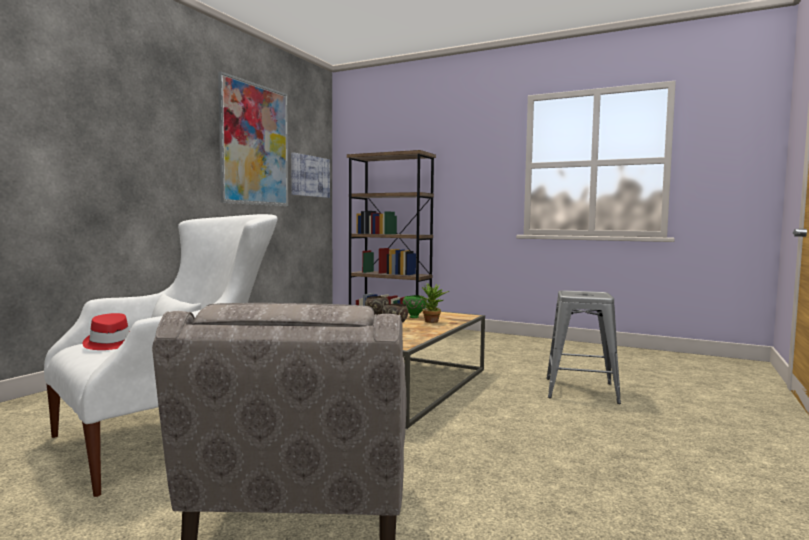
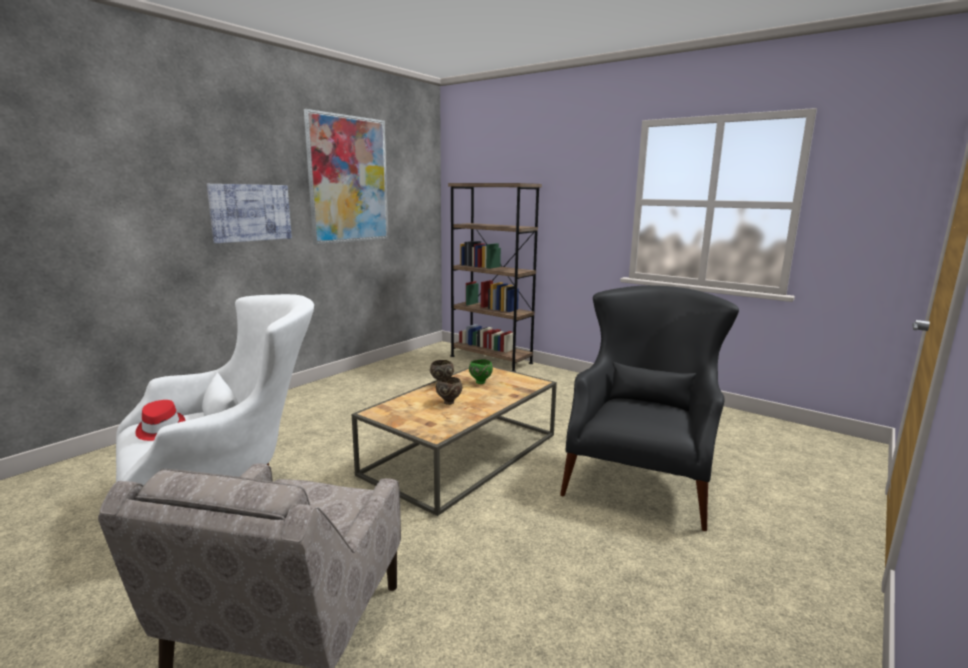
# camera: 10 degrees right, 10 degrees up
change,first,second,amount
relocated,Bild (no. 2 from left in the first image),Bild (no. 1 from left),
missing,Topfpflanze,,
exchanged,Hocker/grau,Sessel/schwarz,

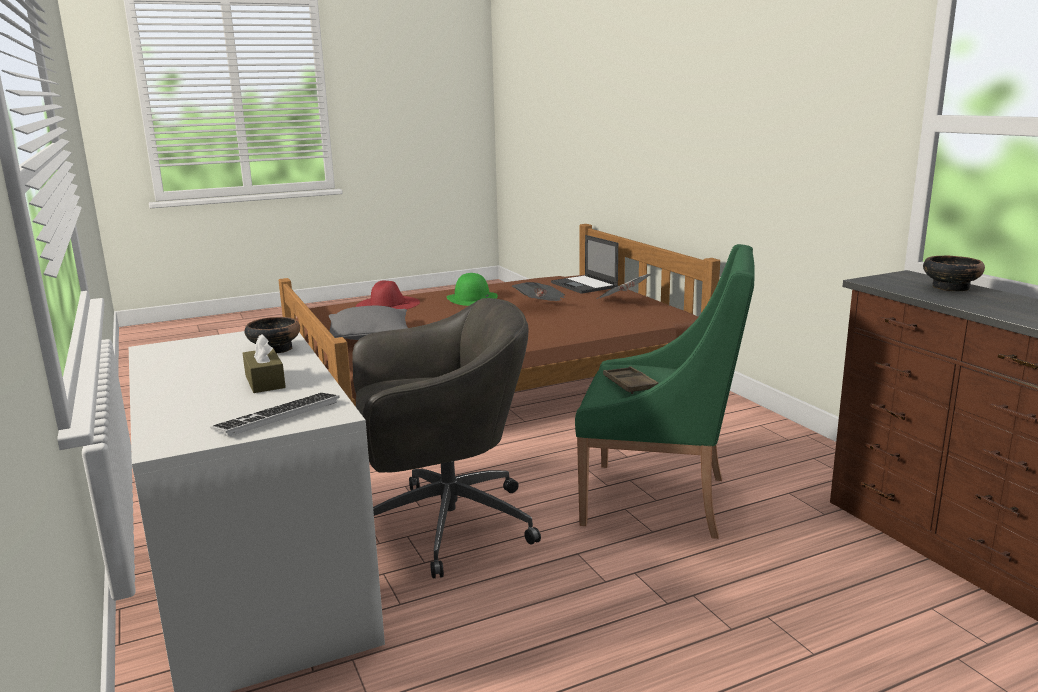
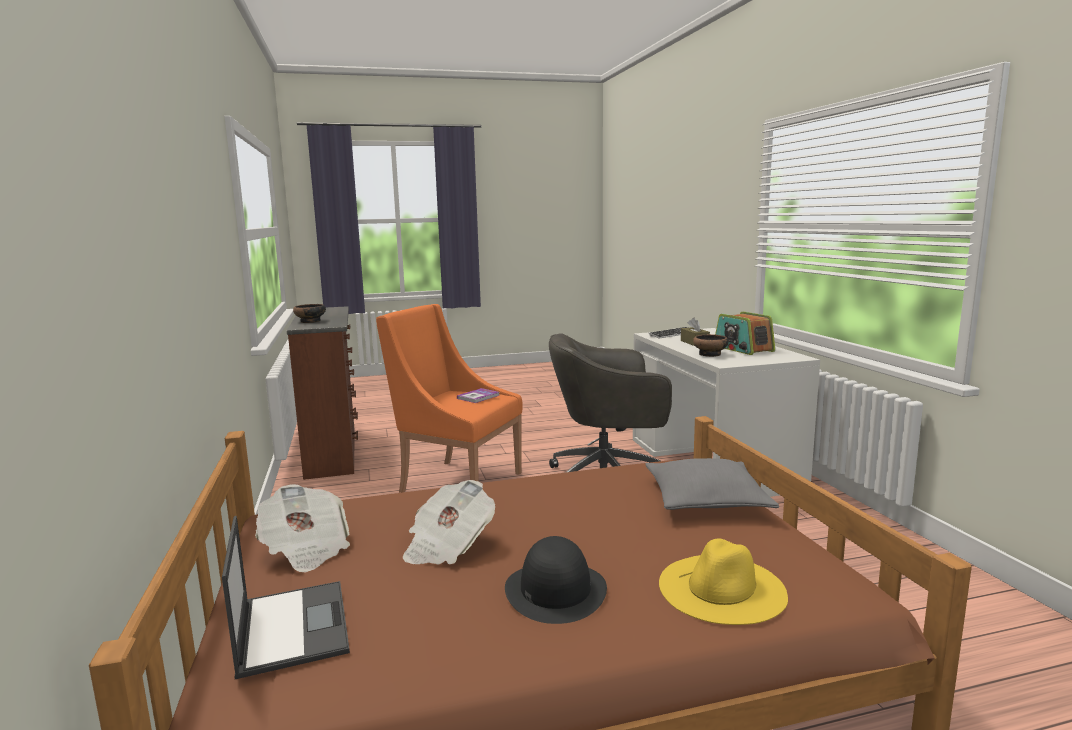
# camera: 170 degrees left, 5 degrees down
change,first,second,amount
colour,Sessel/grün,Sessel/orange,
colour,Hut/grün,Hut/schwarz,
colour,Hut/rot,Hut/gelb,
exchanged,Tablett/braun,Buch,
appeared,,Radio,

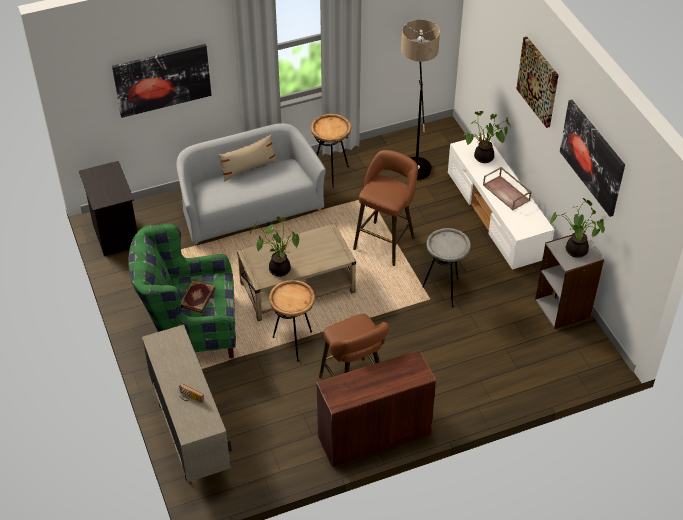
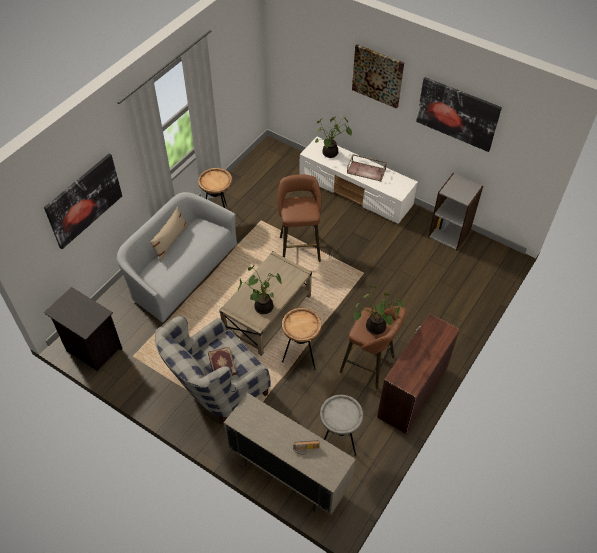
# camera: 35 degrees left, 5 degrees up
change,first,second,amount
missing,Stehlampe,,
relocated,Topfpflanze (no. 3 from left),,
colour,Sessel/grün,Sessel/grau,
relocated,Beistelltisch/grau,,

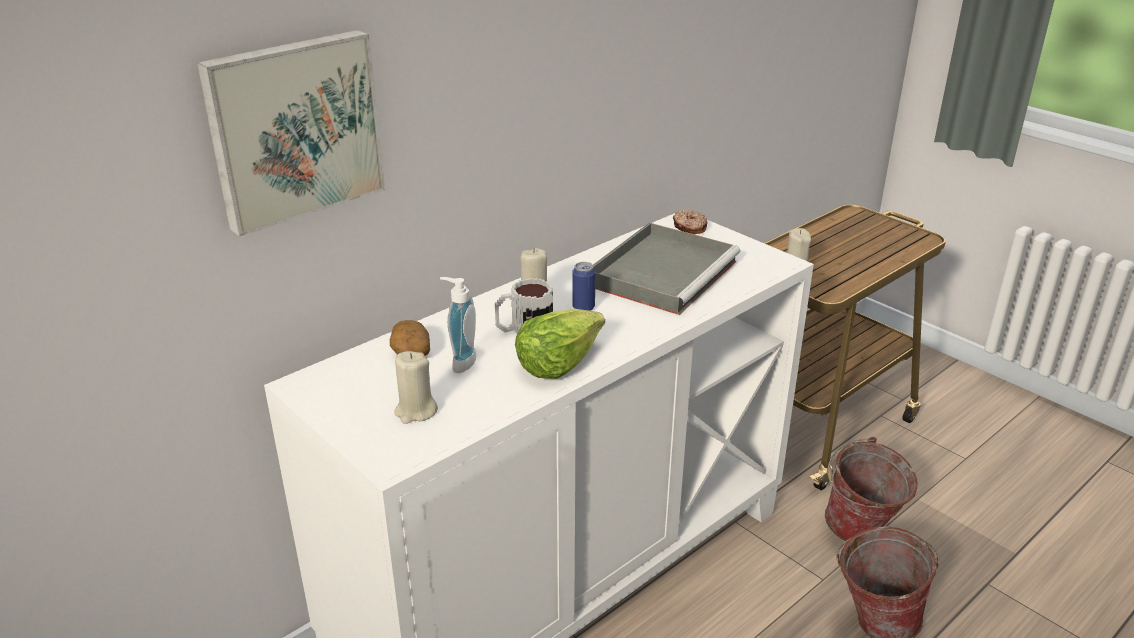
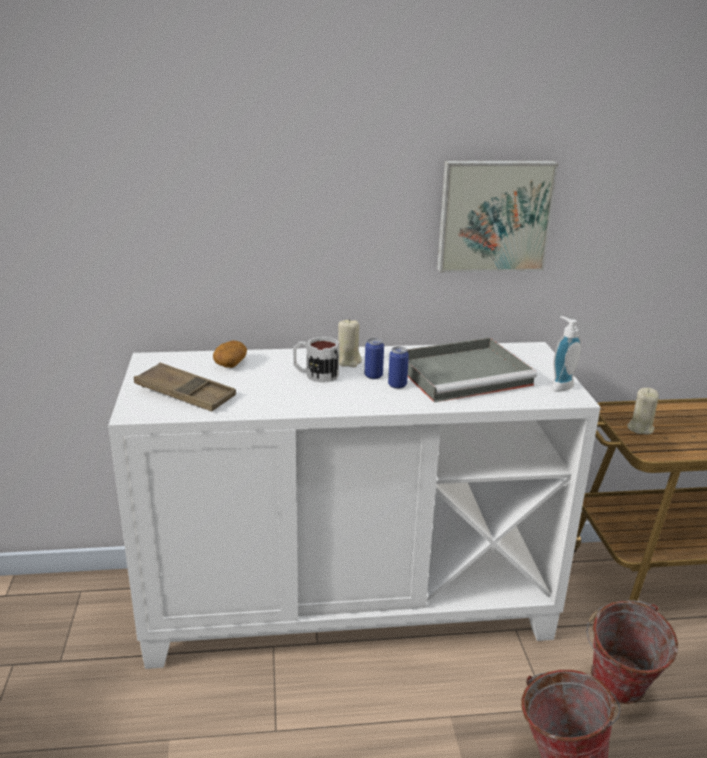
# camera: 35 degrees right, 5 degrees down
change,first,second,amount
relocated,Bild,,
missing,Donut,,
relocated,Seifenspender,,
missing,Salatkopf,,
exchanged,Kerze/beige (no. 1 from left),Tablett/braun,
appeared,,Dose (no. 2 from left),

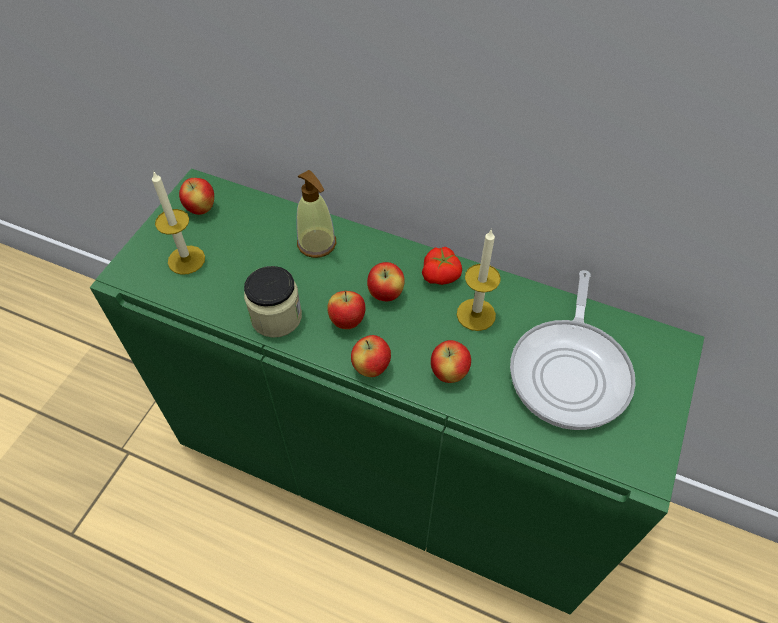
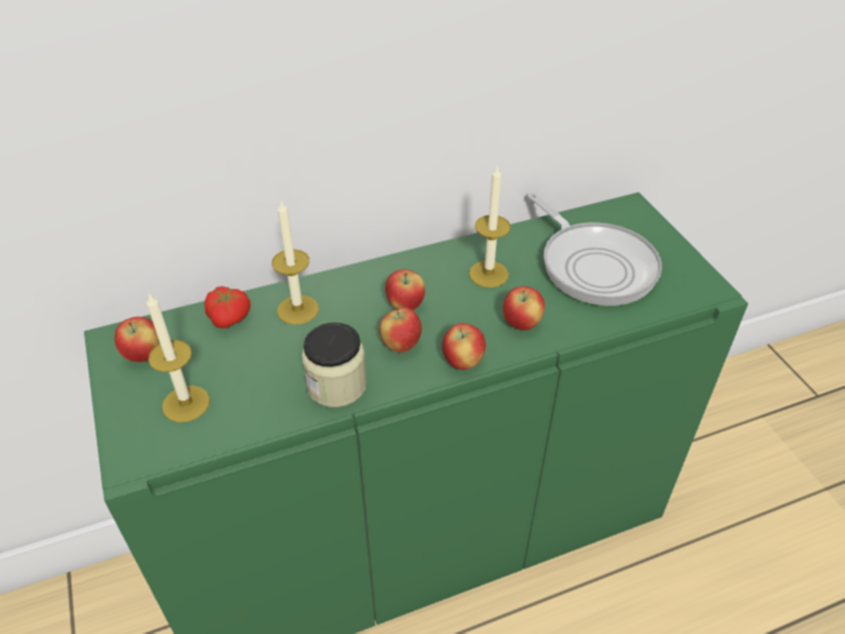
# camera: 45 degrees left, 10 degrees down
change,first,second,amount
exchanged,Seifenspender,Kerze (no. 2 from left),
relocated,Tomate,,

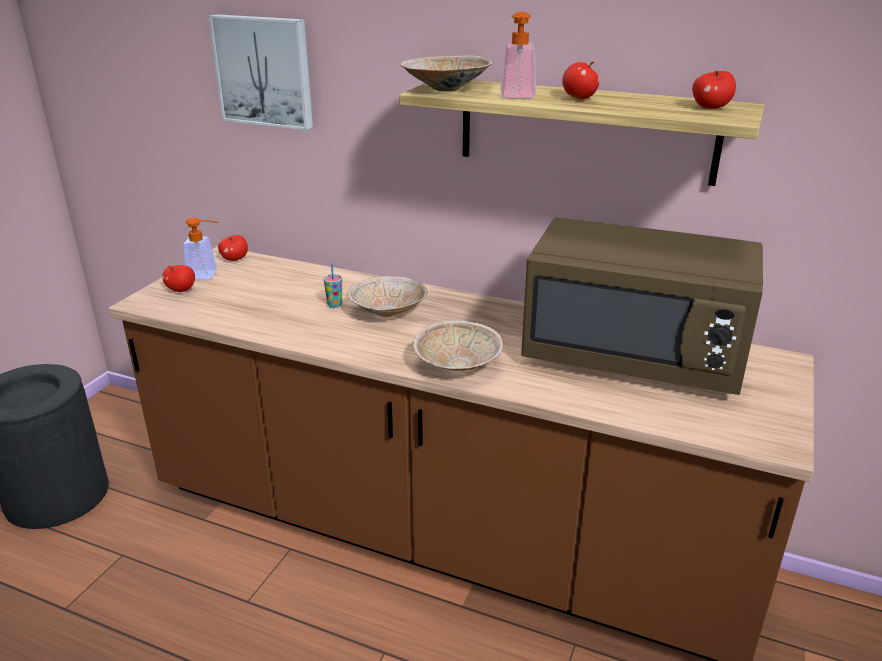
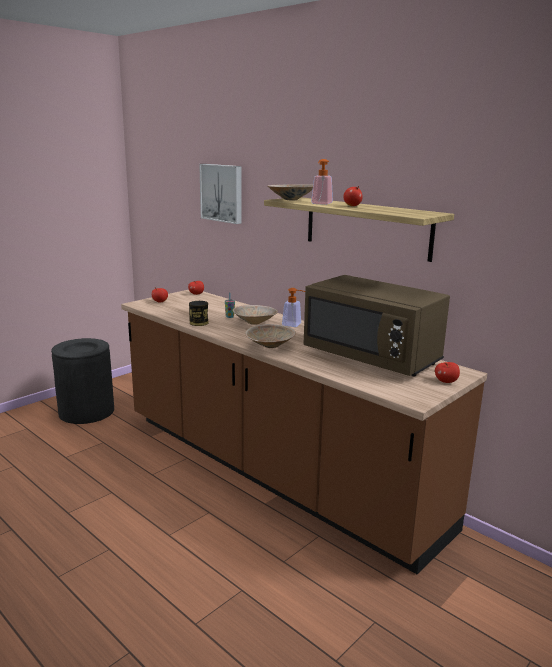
# camera: 20 degrees right, 10 degrees down
change,first,second,amount
relocated,Apfel (no. 4 from left),,
relocated,Seifenspender (no. 1 from left),,
appeared,,Dose,

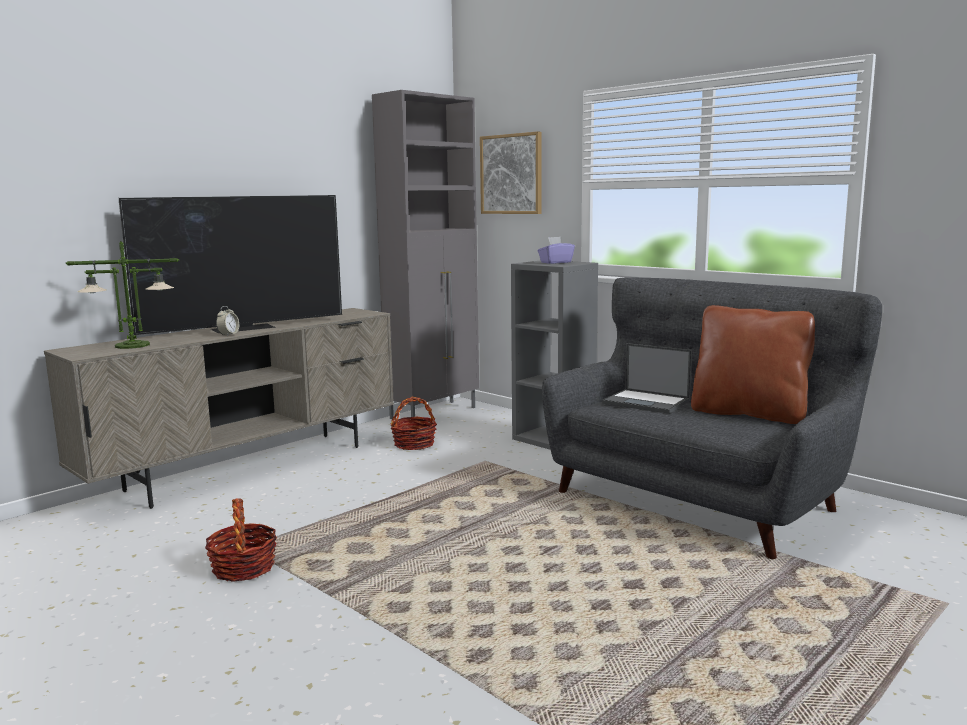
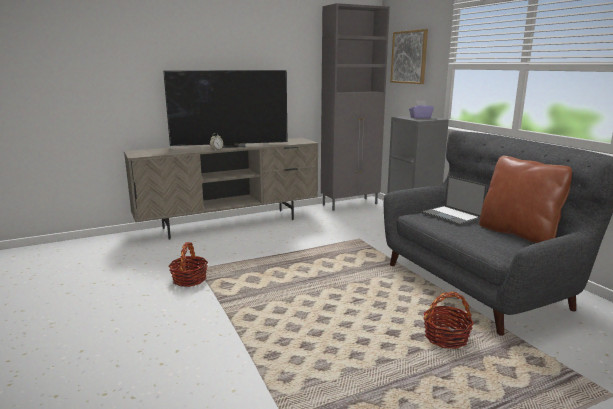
# camera: 20 degrees right, 5 degrees up
change,first,second,amount
missing,Tischlampe,,
relocated,Korb (no. 2 from left),,

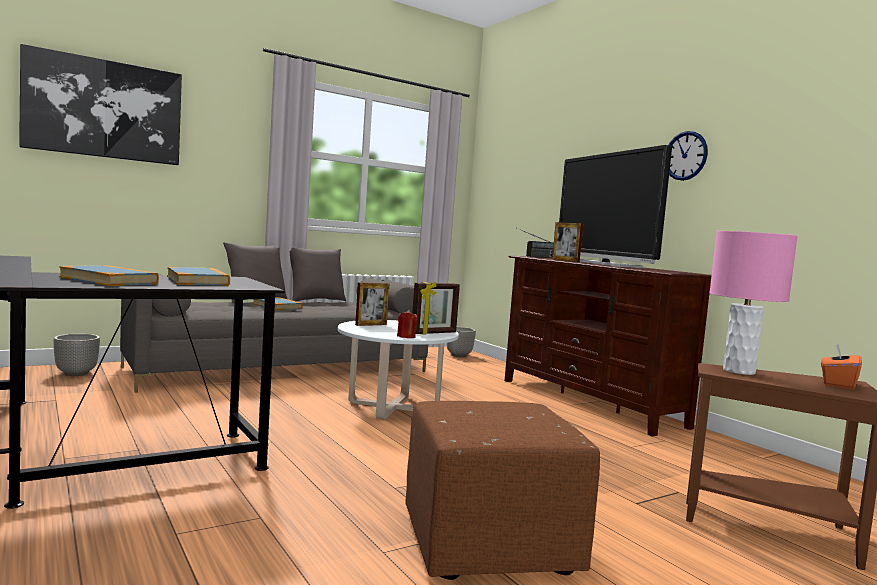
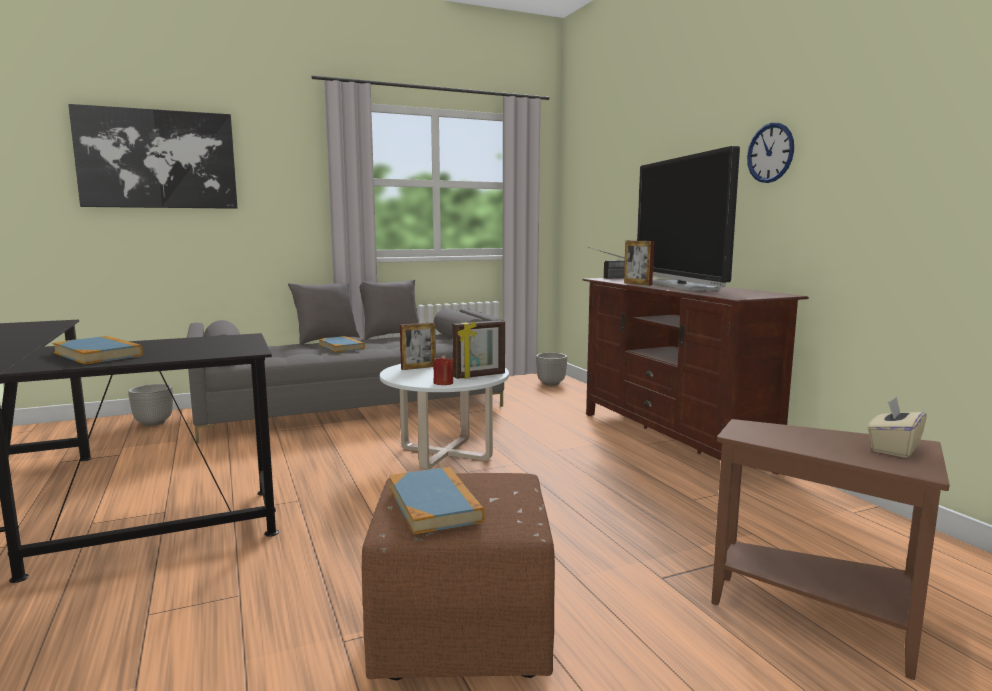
# camera: 10 degrees right, 5 degrees up
change,first,second,amount
missing,Tischlampe/rosa,,
relocated,Buch (no. 2 from left in the first image),Buch (no. 3 from left),
colour,Taschentuchbox/orange,Taschentuchbox/beige,

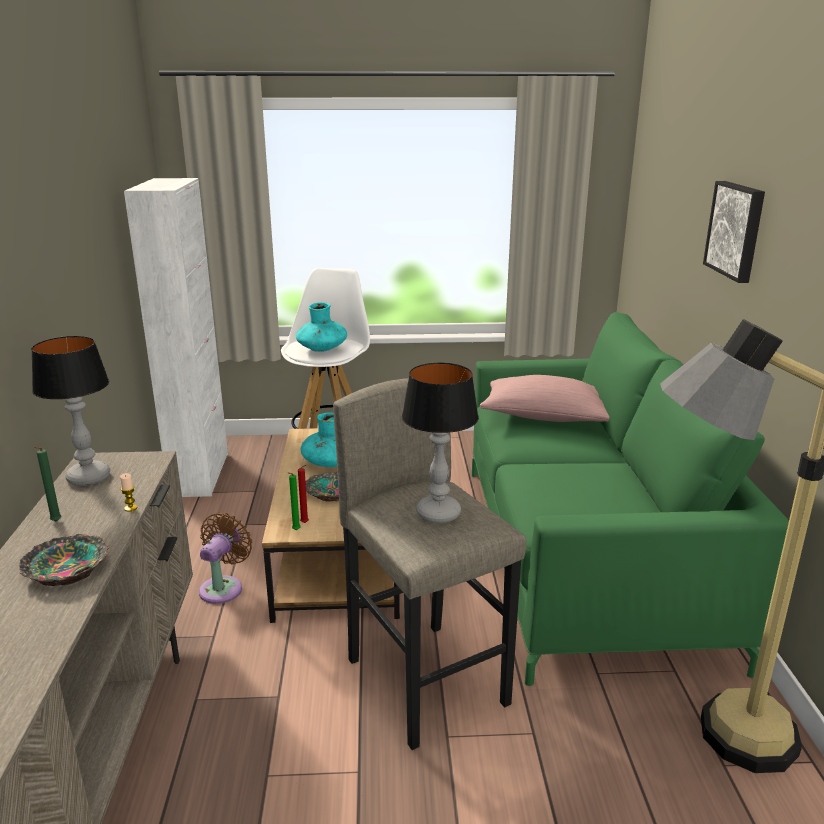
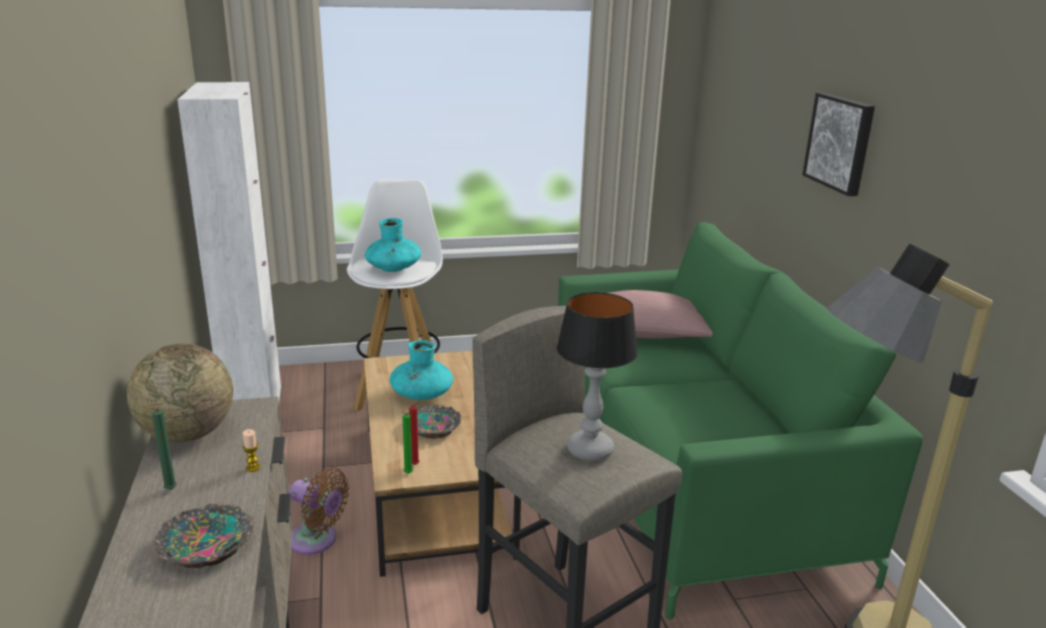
# camera: 10 degrees left, 0 degrees up
change,first,second,amount
exchanged,Tischlampe (no. 1 from left),Globus,
spun,Ventilator/braun,,105 degrees clockwise

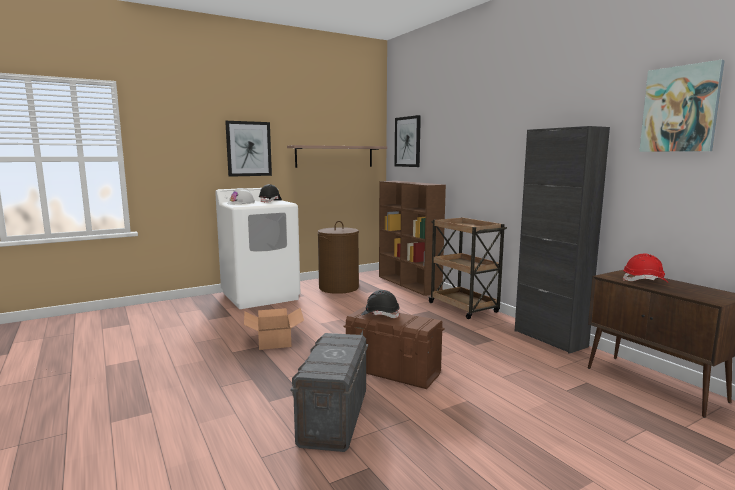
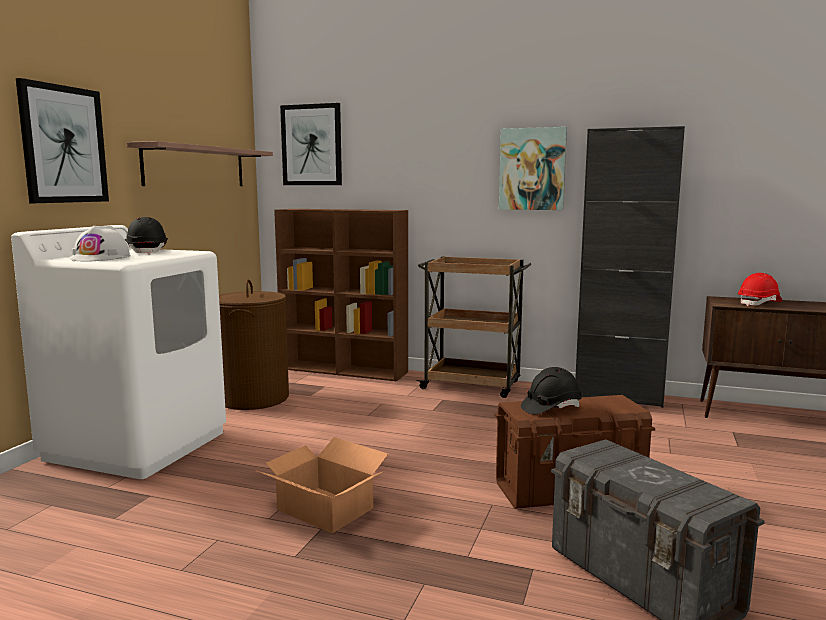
# camera: 40 degrees left, 0 degrees up
change,first,second,amount
relocated,Bild (no. 3 from left),,

